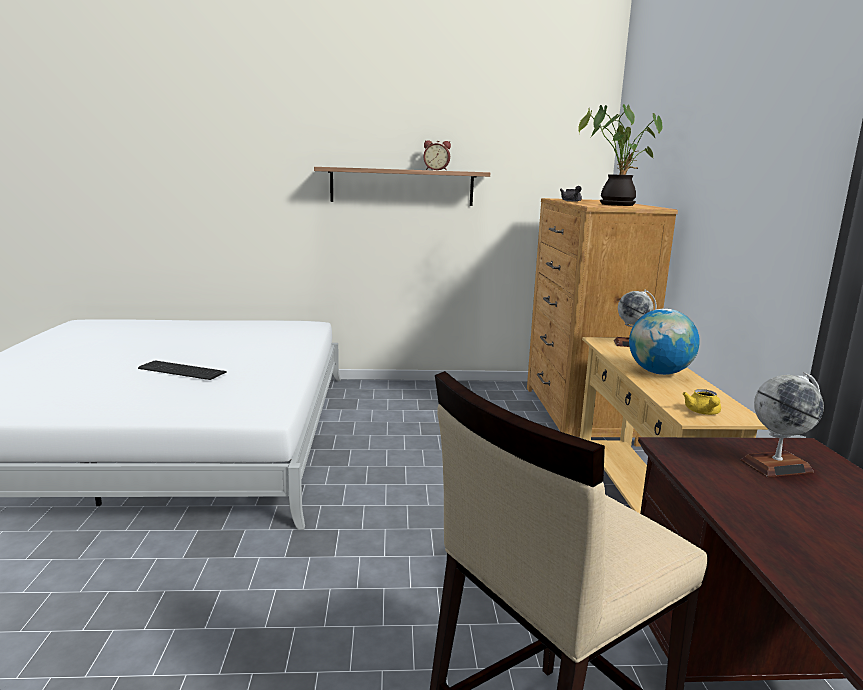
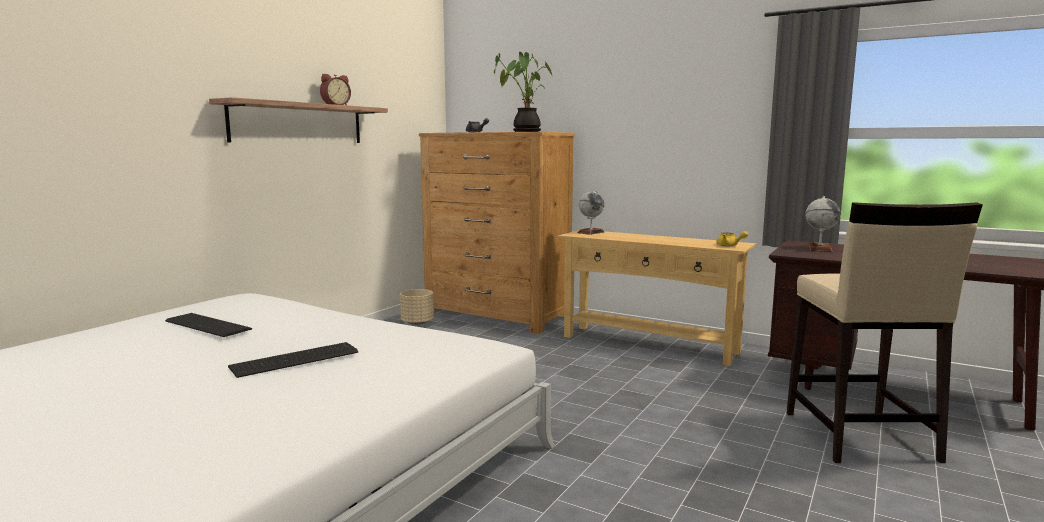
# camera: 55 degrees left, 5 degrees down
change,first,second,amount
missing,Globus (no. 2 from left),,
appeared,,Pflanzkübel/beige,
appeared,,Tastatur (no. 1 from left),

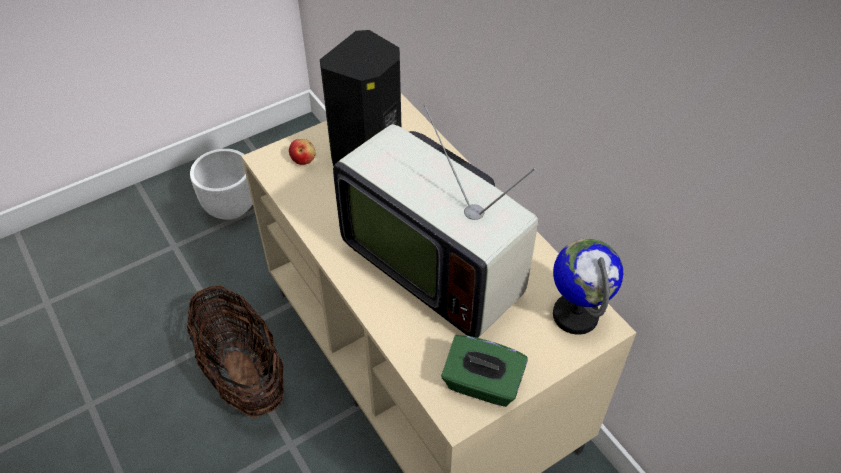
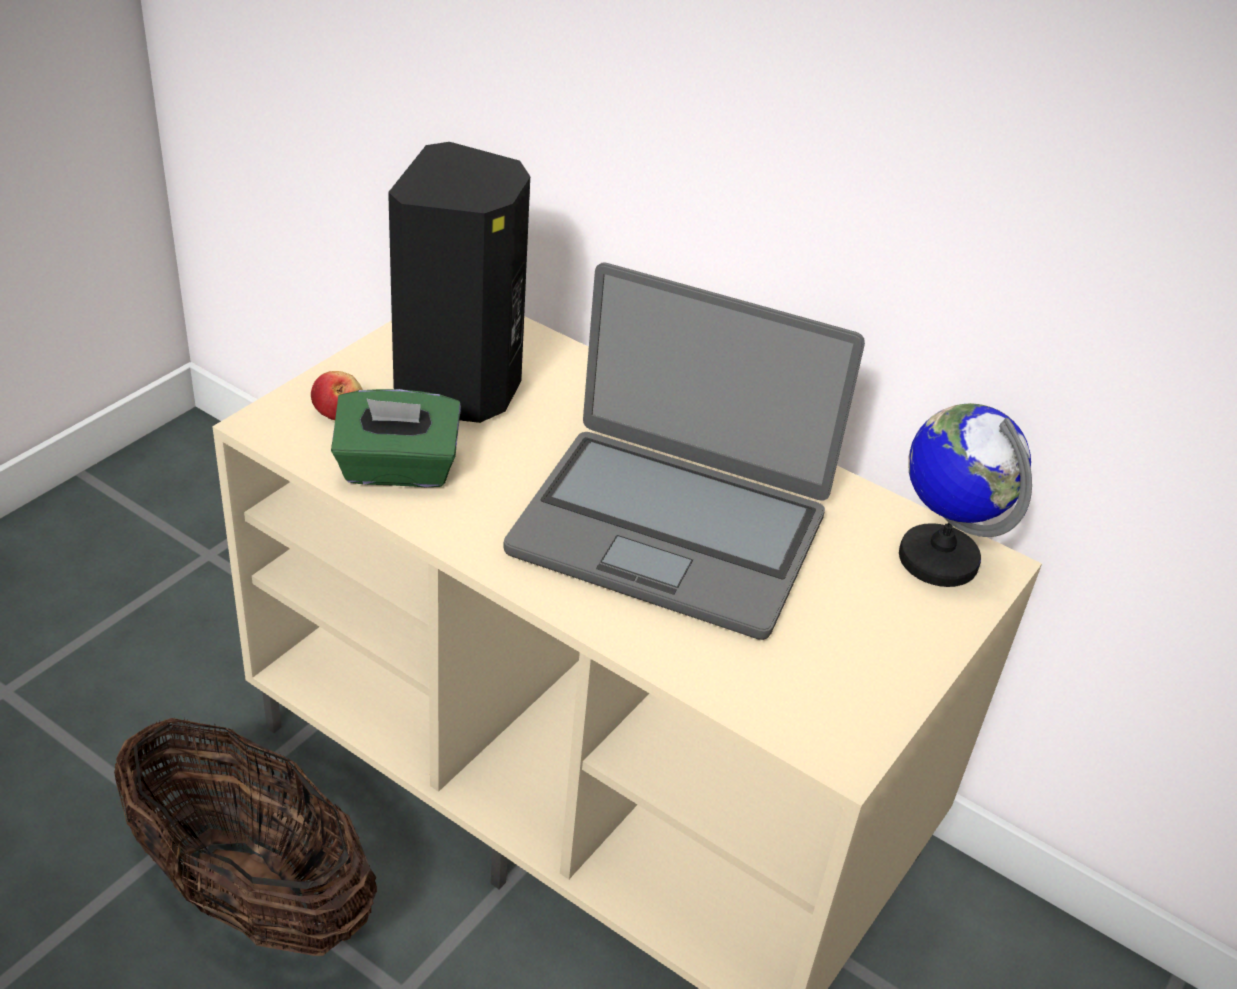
# camera: 25 degrees left, 10 degrees down
change,first,second,amount
exchanged,Fernseher,Laptop,
missing,Pflanzkübel/weiß,,
relocated,Taschentuchbox/grün,,

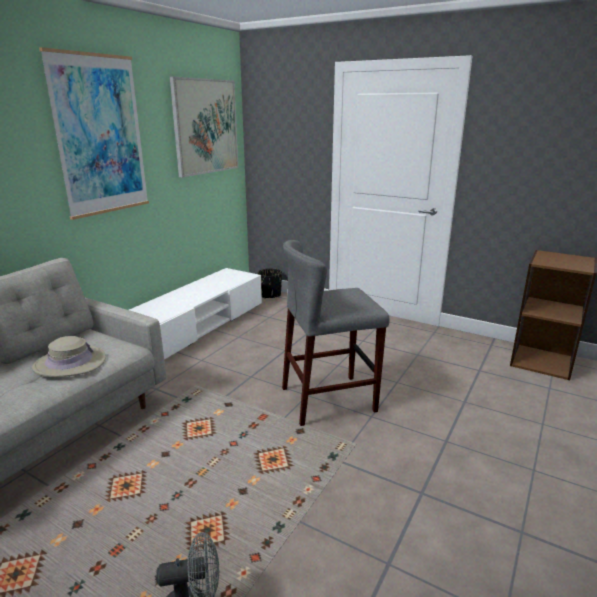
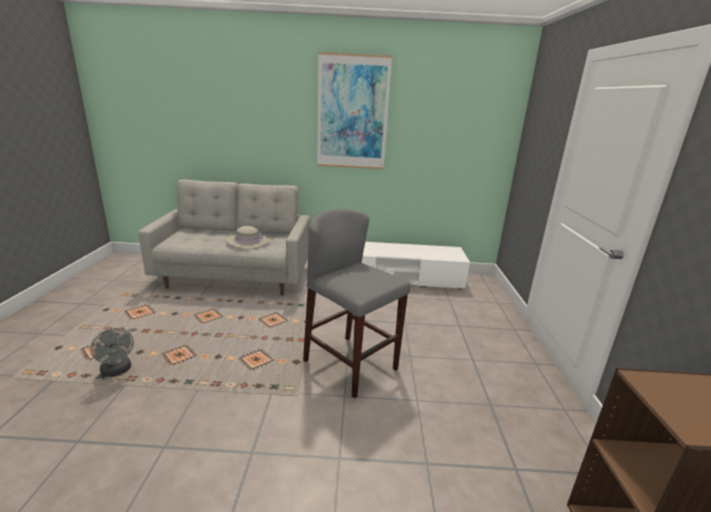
# camera: 60 degrees right, 0 degrees up
change,first,second,amount
missing,Bild (no. 2 from left),,
missing,Pflanzkübel/schwarz,,

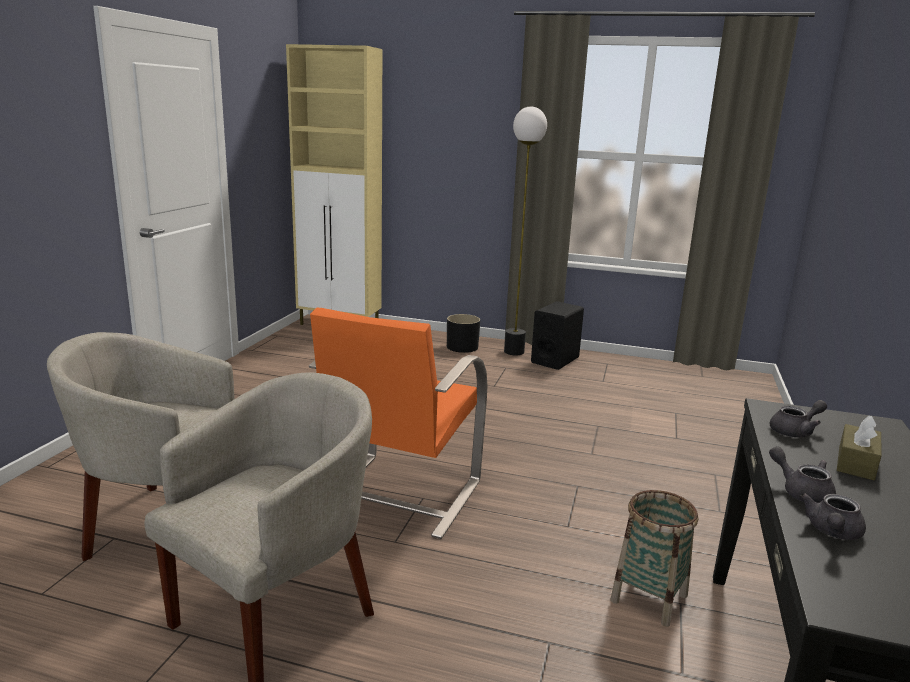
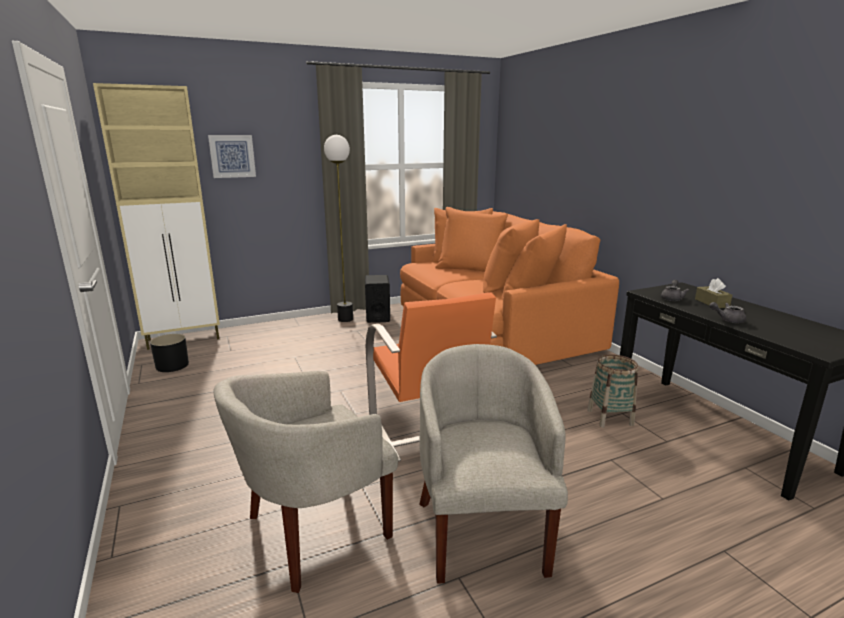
# camera: 40 degrees left, 0 degrees up
change,first,second,amount
relocated,Pflanzkübel/schwarz,,
missing,Teekanne/grau (no. 3 from left),,
appeared,,Bild,
appeared,,Sofa/orange,

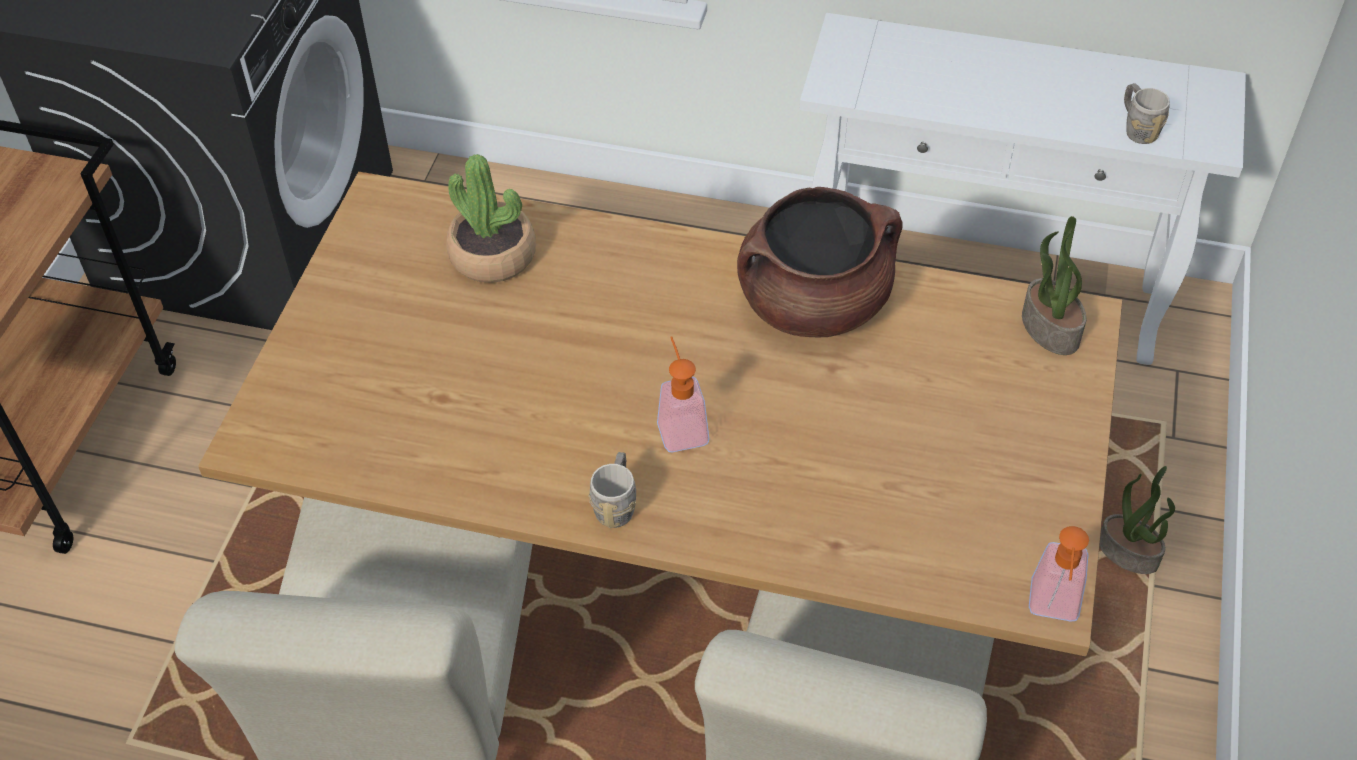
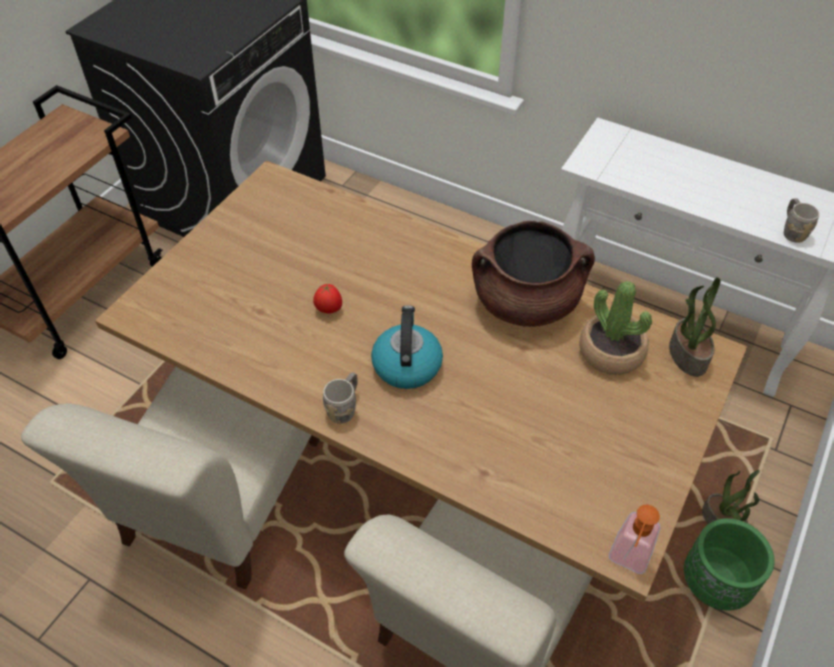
# camera: 15 degrees right, 0 degrees up
change,first,second,amount
relocated,Topfpflanze (no. 1 from left),,
exchanged,Seifenspender (no. 1 from left),Wasserkessel,
appeared,,Tomate,
appeared,,Pflanzkübel/grün,

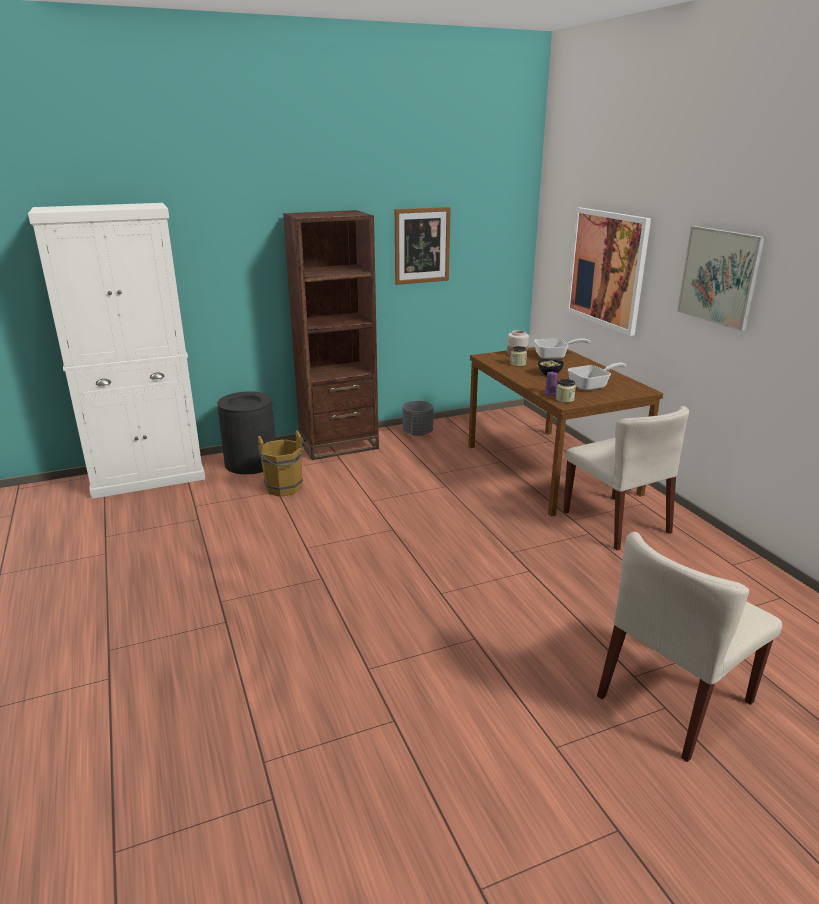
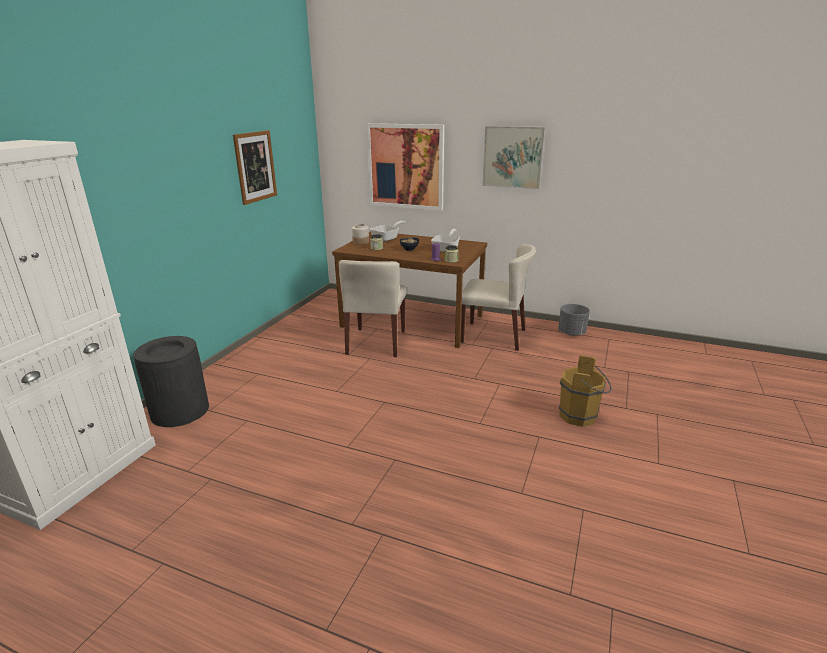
# camera: 45 degrees left, 0 degrees up
change,first,second,amount
missing,Bücherregal/braun,,
relocated,Pflanzkübel/grau,,
relocated,Eimer/braun,,
relocated,Stuhl/beige (no. 2 from left in the first image),Stuhl/beige (no. 1 from left),

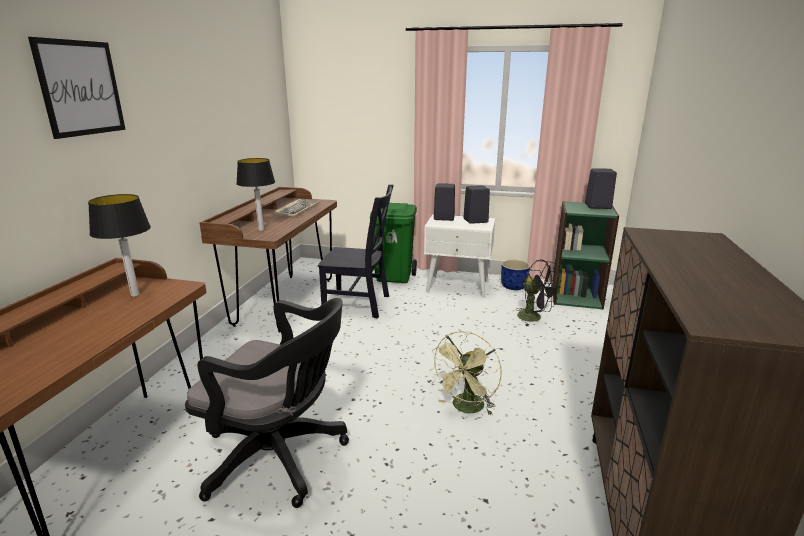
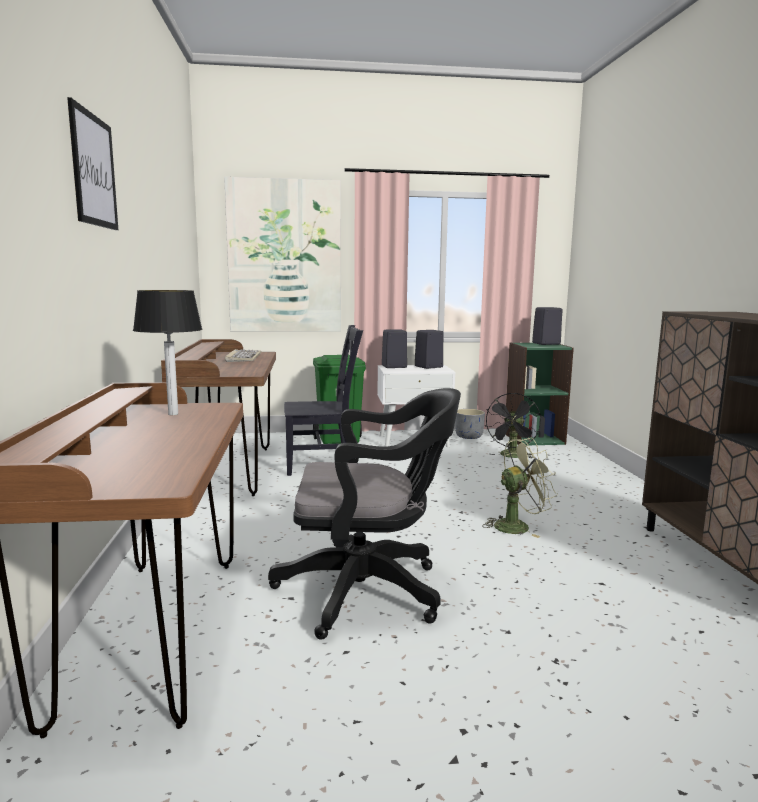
# camera: 20 degrees left, 10 degrees down
change,first,second,amount
missing,Tischlampe (no. 2 from left),,
colour,Pflanzkübel/blau,Pflanzkübel/grau,
spun,Ventilator/schwarz,,90 degrees clockwise
spun,Ventilator/grün,,120 degrees counterclockwise
appeared,,Bild (no. 2 from left),

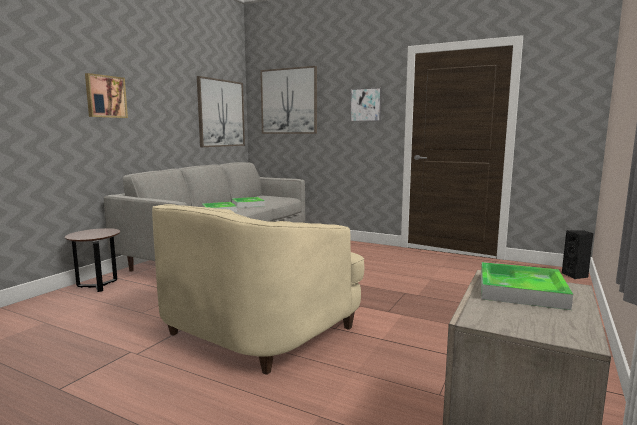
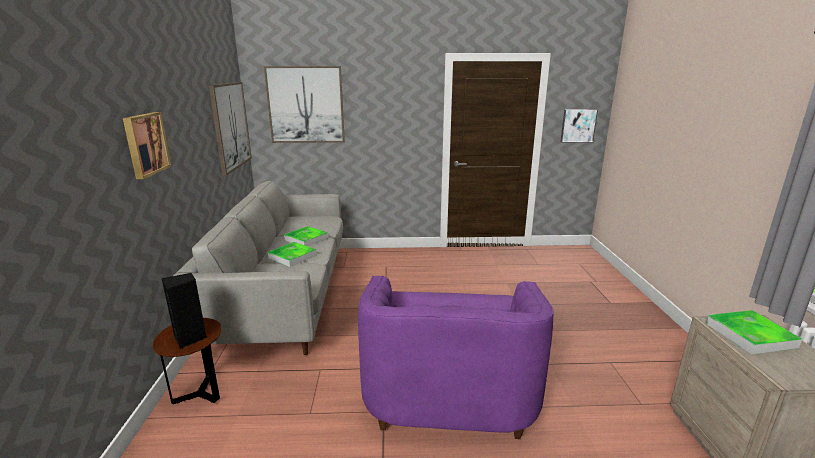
# camera: 30 degrees left, 10 degrees up
change,first,second,amount
relocated,Bild (no. 4 from left),,
colour,Sessel/beige,Sessel/lila,
relocated,Lautsprecher/schwarz,,

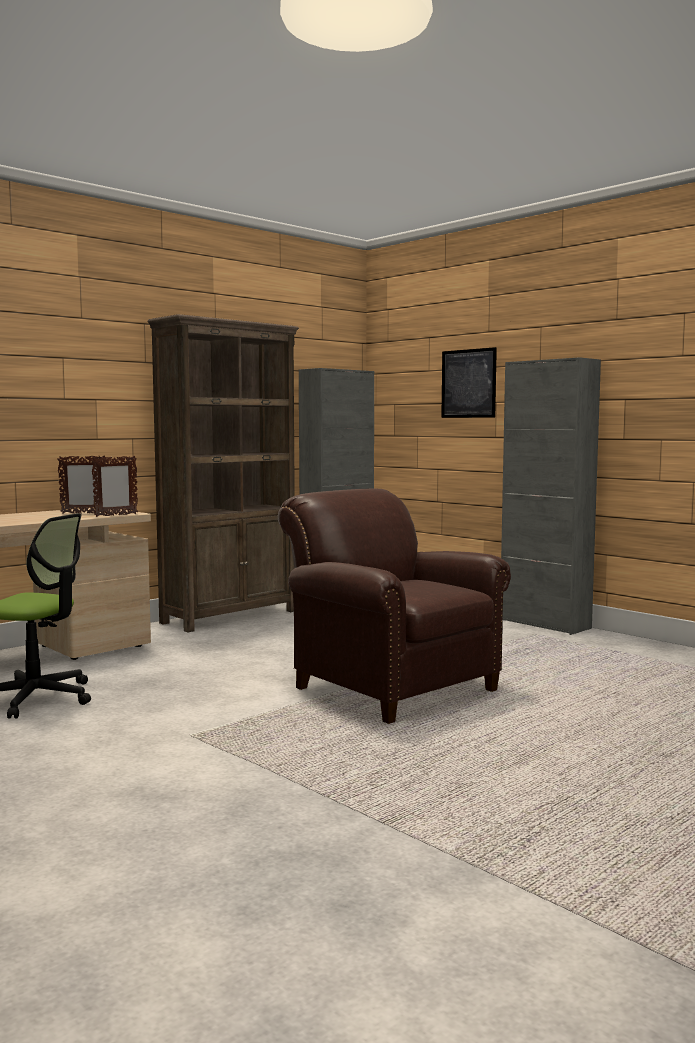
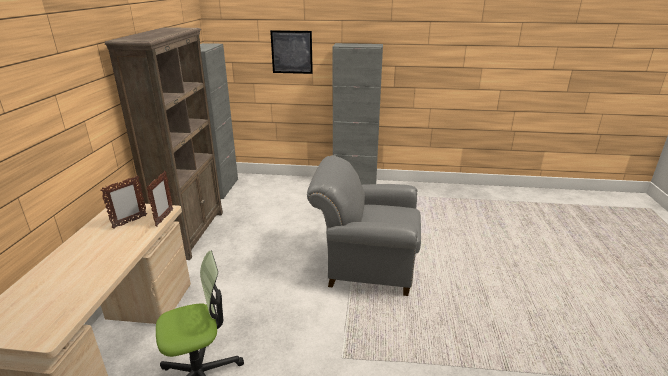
# camera: 40 degrees left, 20 degrees up
change,first,second,amount
colour,Sessel/braun,Sessel/grau,

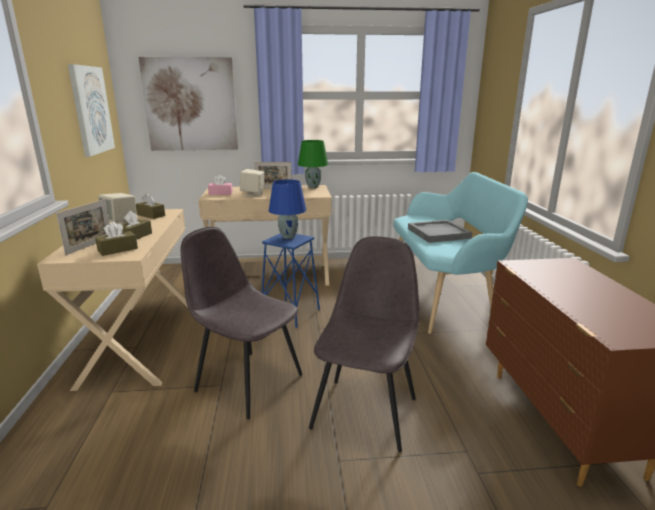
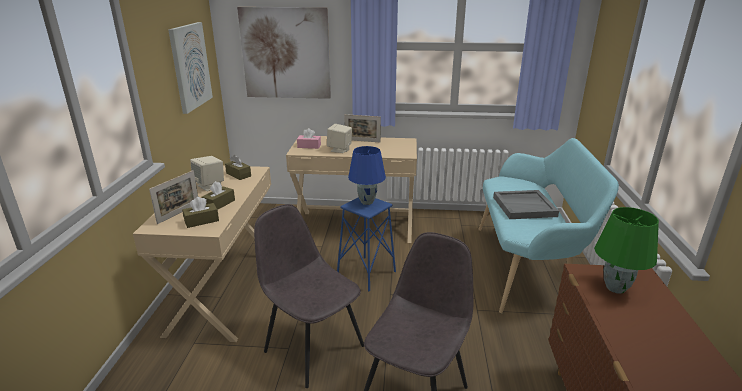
# camera: 10 degrees right, 5 degrees up
change,first,second,amount
relocated,Tischlampe/grün,,

